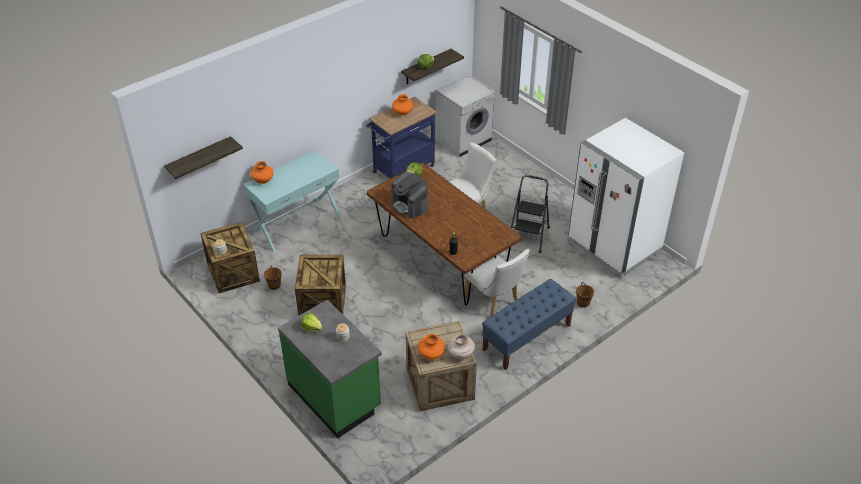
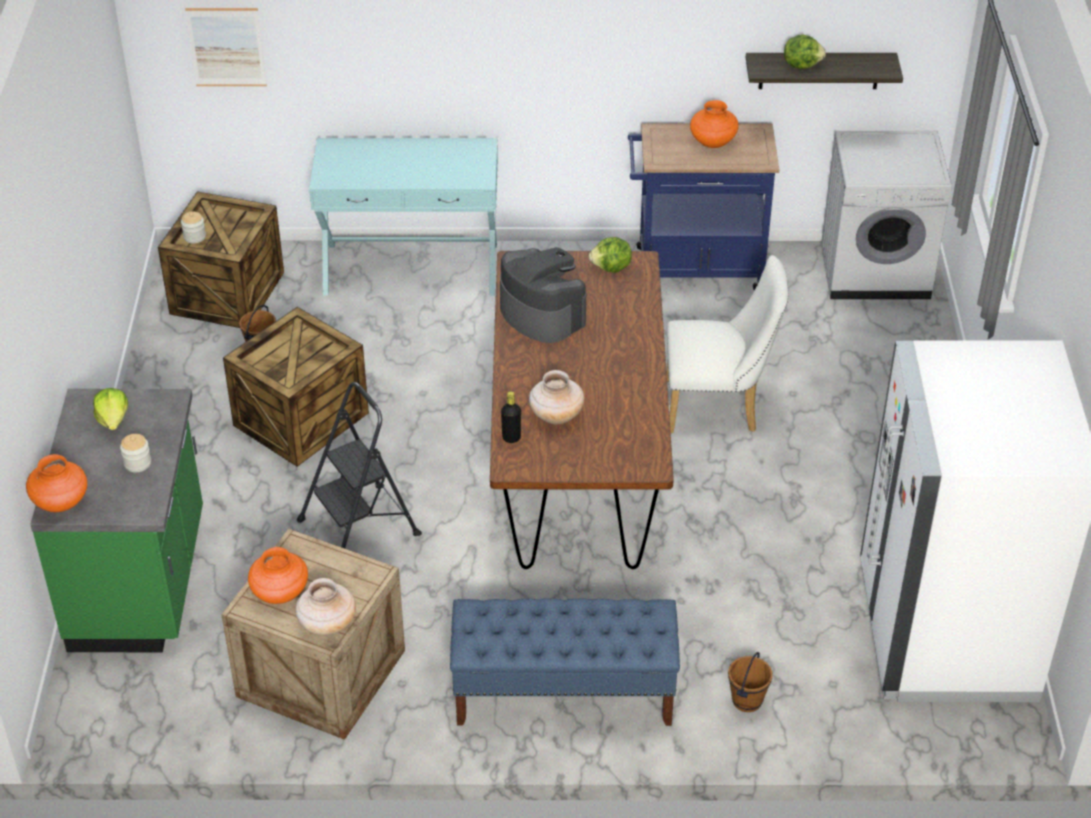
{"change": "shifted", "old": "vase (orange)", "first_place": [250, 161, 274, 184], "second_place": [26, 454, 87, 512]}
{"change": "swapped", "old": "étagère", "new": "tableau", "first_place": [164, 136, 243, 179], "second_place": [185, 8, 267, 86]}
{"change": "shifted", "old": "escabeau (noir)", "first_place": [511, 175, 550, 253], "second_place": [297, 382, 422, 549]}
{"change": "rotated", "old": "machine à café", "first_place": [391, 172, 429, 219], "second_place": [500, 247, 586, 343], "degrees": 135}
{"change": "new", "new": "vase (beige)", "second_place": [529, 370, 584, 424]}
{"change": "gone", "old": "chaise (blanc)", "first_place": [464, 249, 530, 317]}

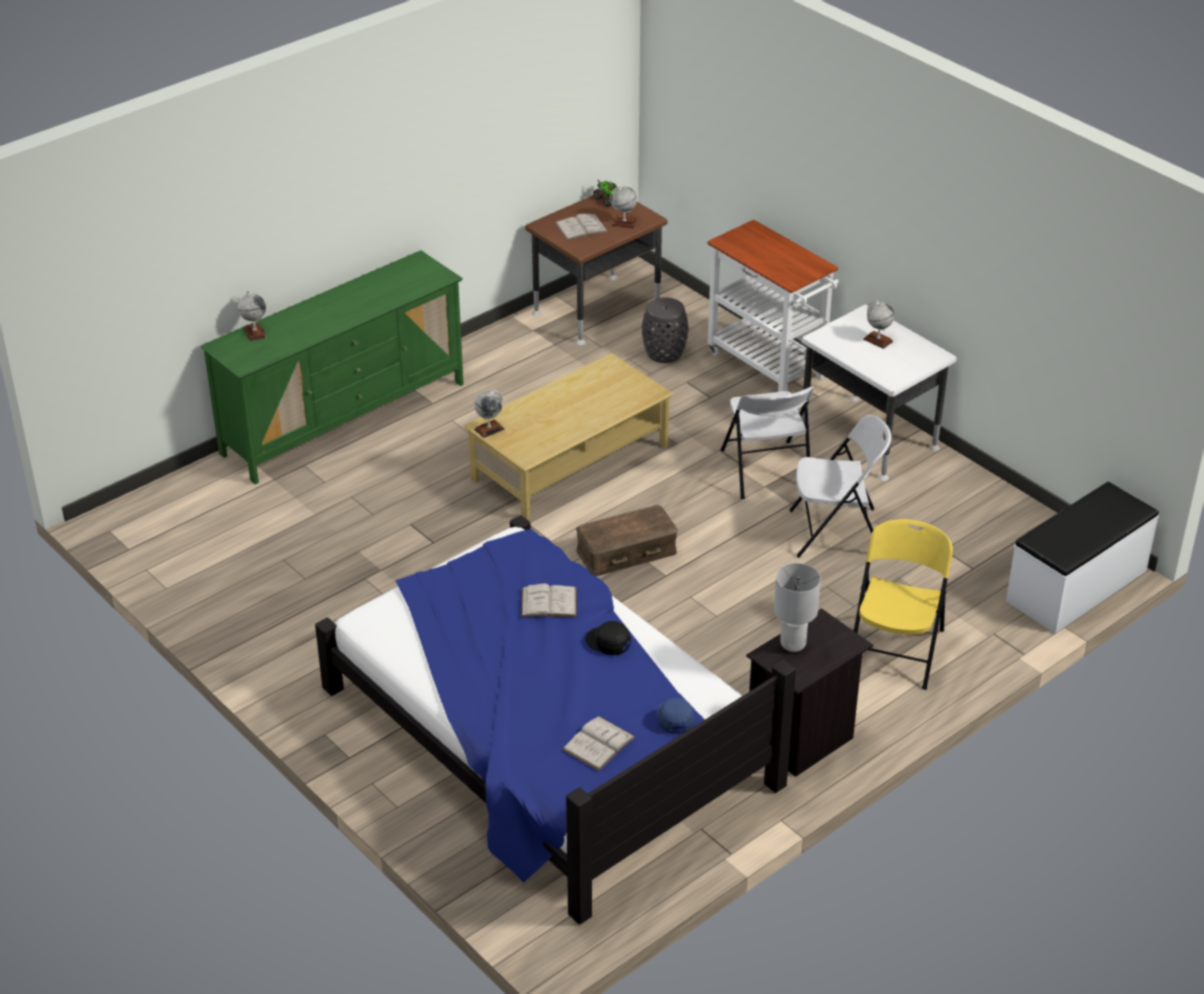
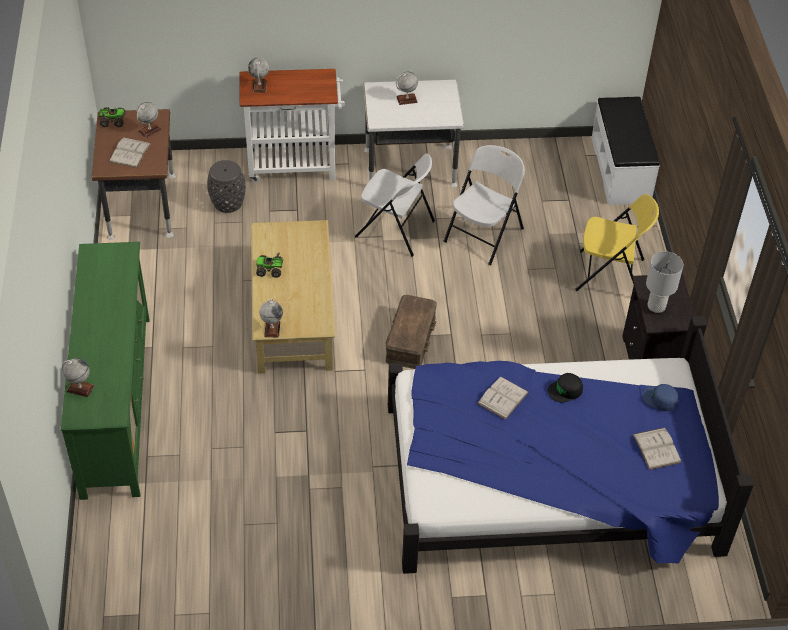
{"change": "new", "new": "globe", "second_place": [248, 57, 269, 93]}
{"change": "new", "new": "camion jouet", "second_place": [256, 253, 283, 278]}
{"change": "rotated", "old": "chaise (jaune)", "first_place": [854, 519, 953, 690], "second_place": [576, 194, 659, 291], "degrees": 135}

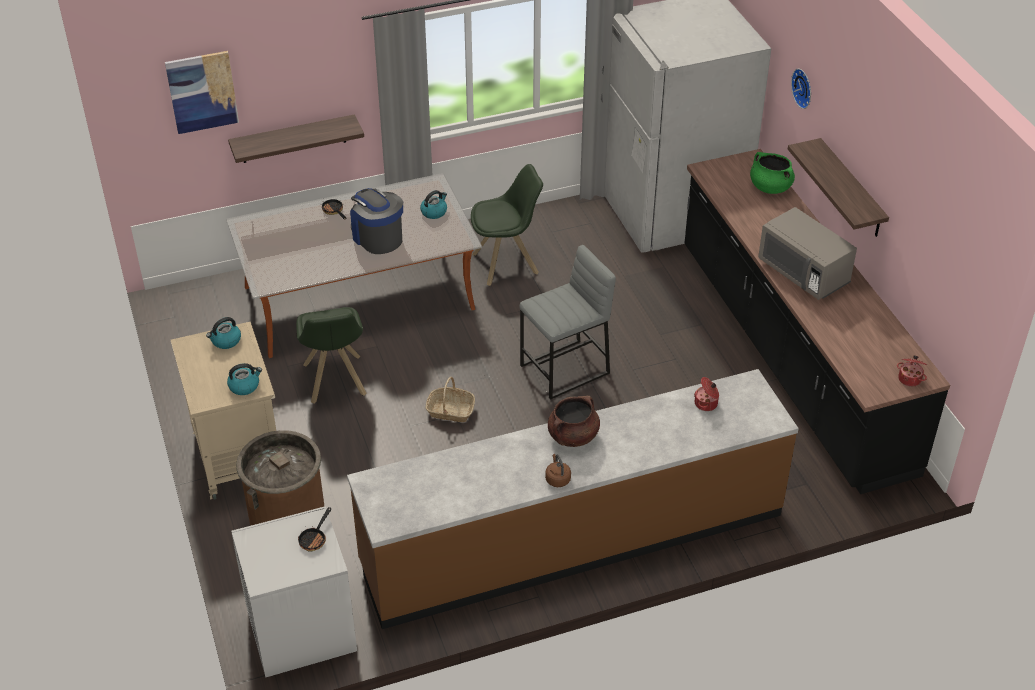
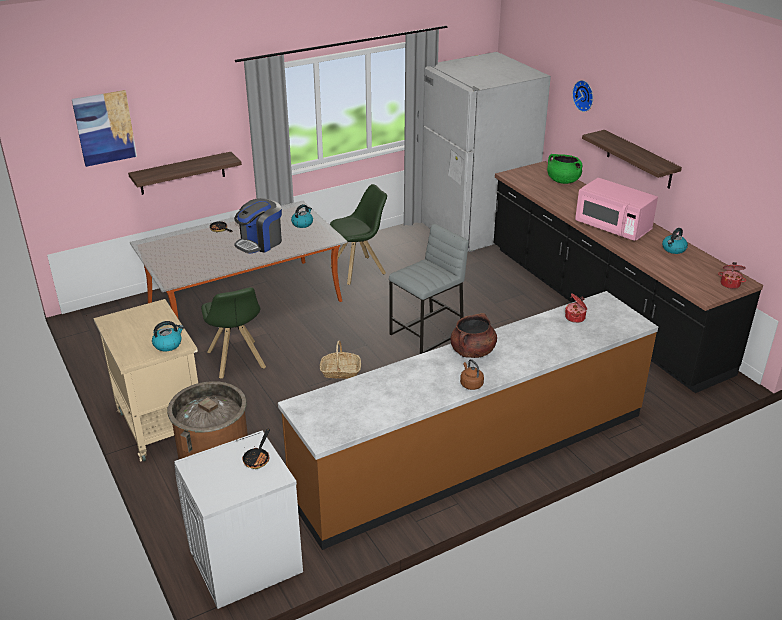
{"change": "rotated", "old": "machine à café", "first_place": [350, 188, 403, 254], "second_place": [234, 198, 282, 254], "degrees": -90}
{"change": "repainted", "old": "micro-ondes (gris)", "new": "micro-ondes (rose)", "first_place": [758, 207, 857, 300], "second_place": [575, 178, 658, 241]}
{"change": "shifted", "old": "bouilloire", "first_place": [206, 317, 241, 349], "second_place": [662, 228, 688, 254]}

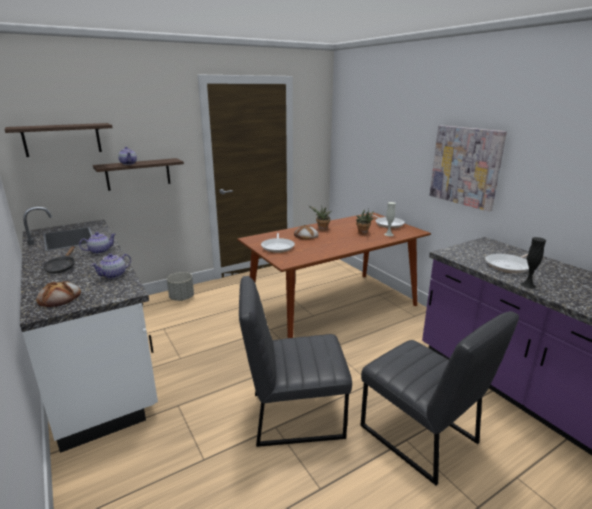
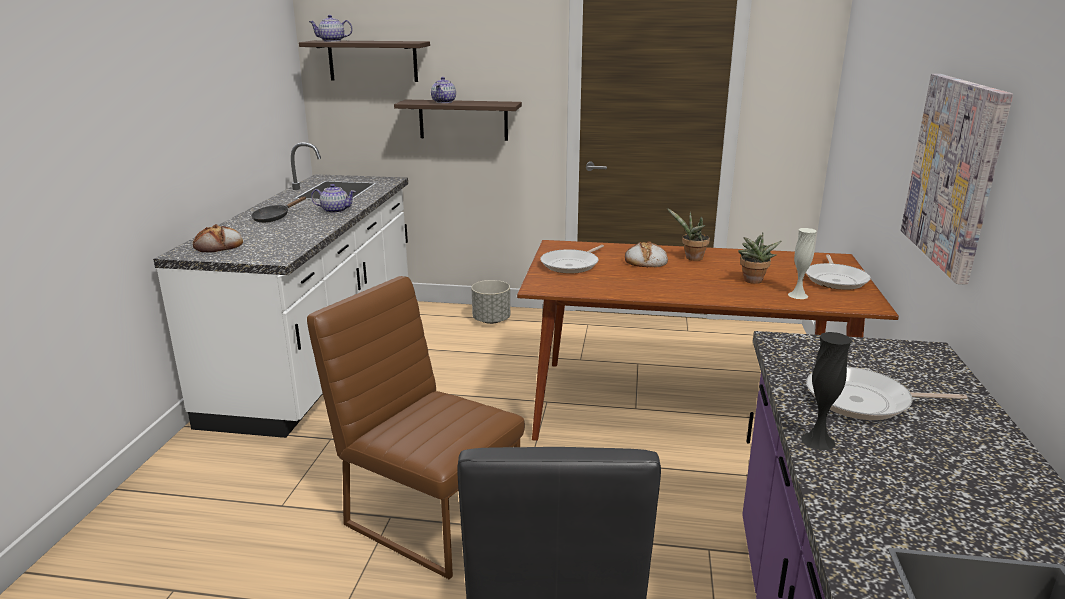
{"change": "repainted", "old": "chaise (gris)", "new": "chaise (marron)", "first_place": [239, 276, 352, 447], "second_place": [307, 276, 525, 580]}
{"change": "shifted", "old": "théière", "first_place": [91, 253, 131, 279], "second_place": [309, 15, 353, 42]}

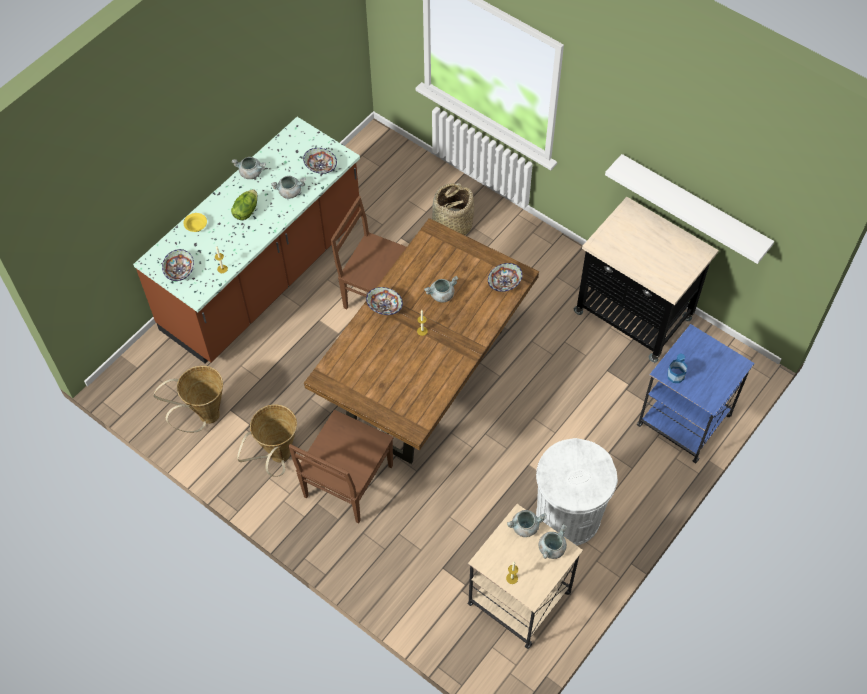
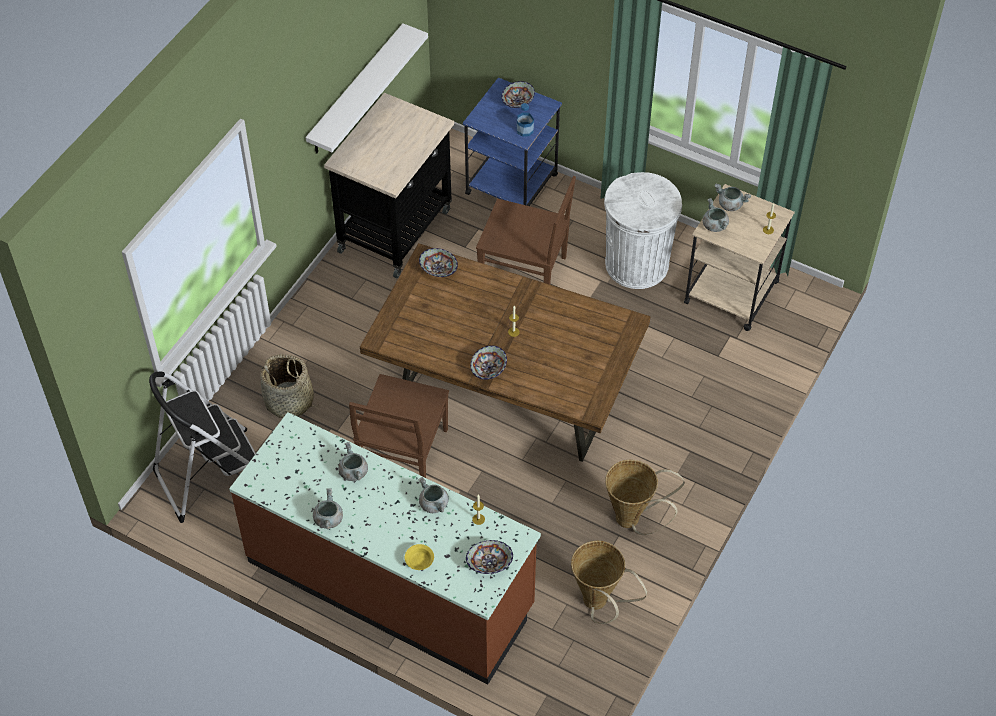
{"change": "new", "new": "escabeau", "second_place": [149, 372, 256, 523]}
{"change": "shifted", "old": "marmite (gris)", "first_place": [424, 276, 458, 303], "second_place": [418, 477, 449, 513]}
{"change": "shifted", "old": "chaise (marron)", "first_place": [289, 410, 394, 524], "second_place": [476, 176, 576, 285]}
{"change": "shifted", "old": "bol", "first_place": [303, 148, 337, 174], "second_place": [502, 81, 535, 108]}
{"change": "gone", "old": "laitue", "first_place": [231, 189, 257, 220]}

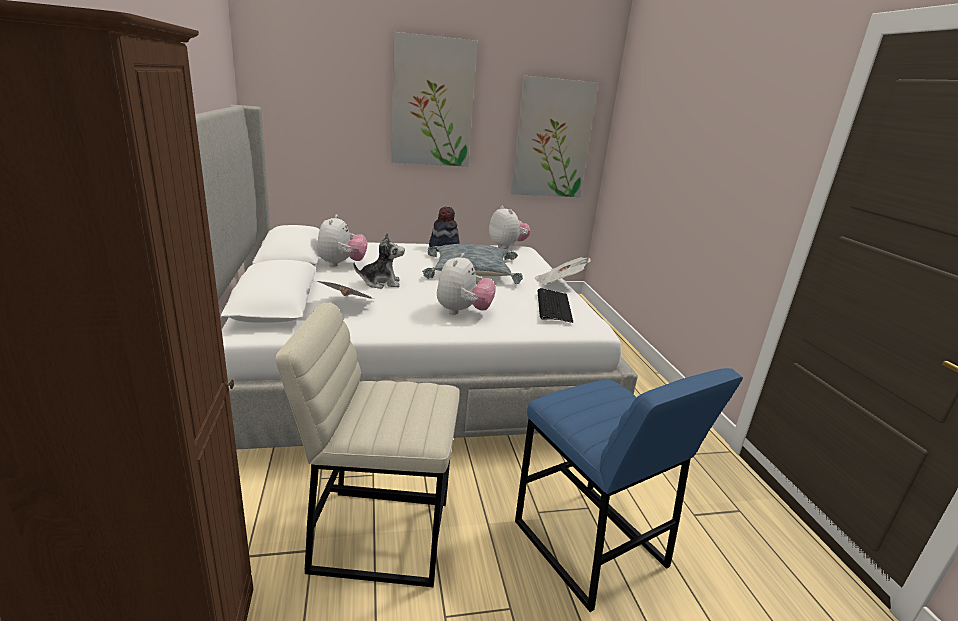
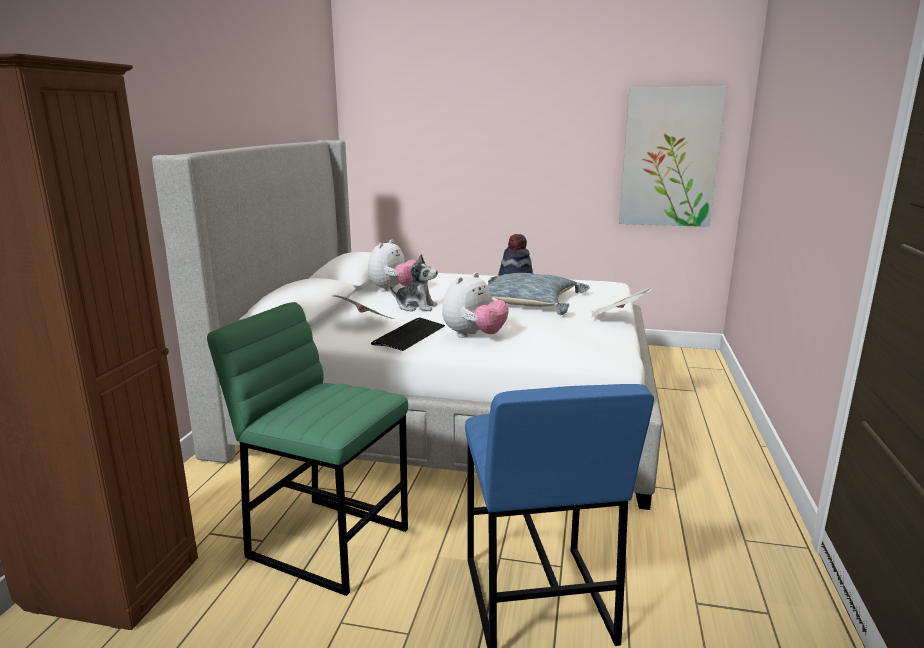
{"change": "repainted", "old": "chaise (beige)", "new": "chaise (vert)", "first_place": [276, 302, 460, 587], "second_place": [207, 302, 408, 596]}
{"change": "shifted", "old": "clavier", "first_place": [538, 288, 573, 323], "second_place": [371, 317, 445, 351]}
{"change": "gone", "old": "tableau", "first_place": [392, 32, 477, 167]}
{"change": "gone", "old": "peluche", "first_place": [489, 206, 530, 249]}

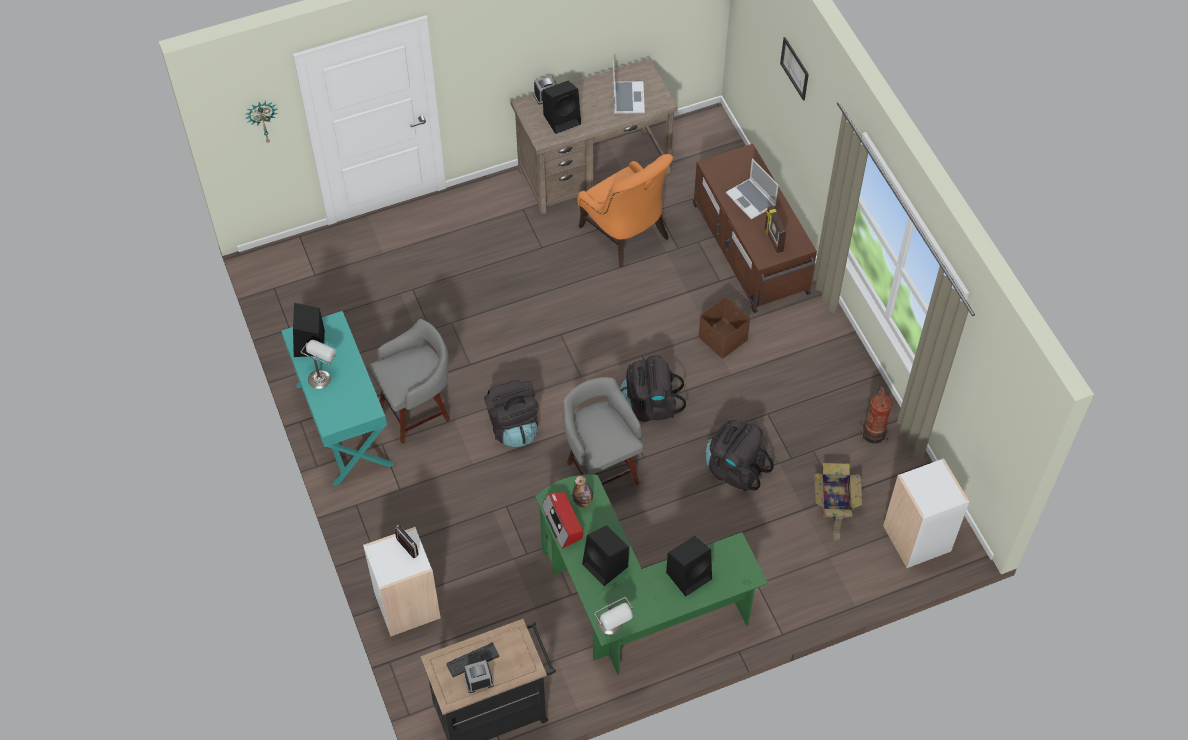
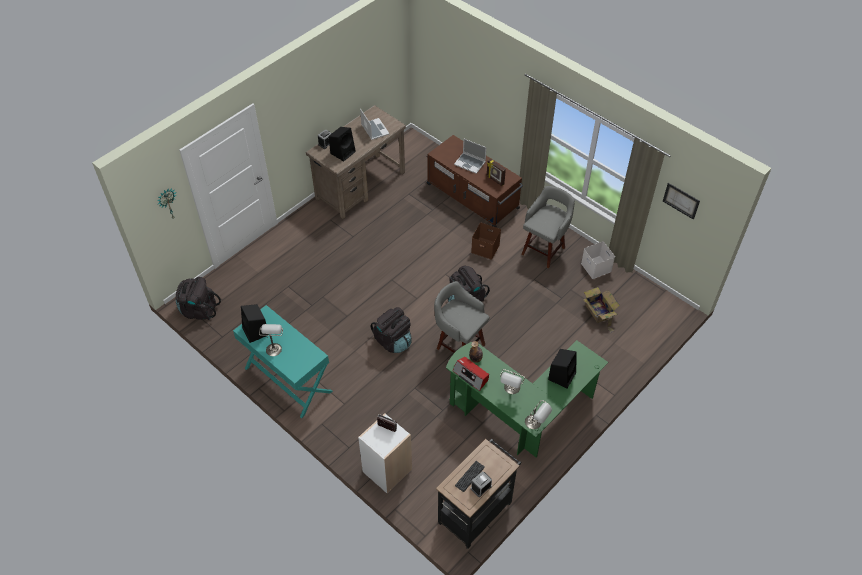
{"change": "shifted", "old": "sac à dos (noir)", "first_place": [705, 420, 774, 492], "second_place": [176, 277, 221, 320]}
{"change": "swapped", "old": "enceinte (noir)", "new": "lampe de table (blanc)", "first_place": [582, 525, 629, 586], "second_place": [500, 369, 525, 394]}
{"change": "shifted", "old": "tabouret (gris)", "first_place": [369, 319, 450, 444], "second_place": [521, 186, 575, 269]}
{"change": "swapped", "old": "extincteur", "new": "boîte de rangement (blanc)", "first_place": [860, 384, 893, 444], "second_place": [581, 241, 615, 279]}
{"change": "shifted", "old": "tableau", "first_place": [780, 37, 809, 101], "second_place": [663, 183, 700, 220]}
{"change": "gone", "old": "chaise (orange)", "first_place": [577, 154, 673, 267]}
{"change": "gone", "old": "bibliothèque", "first_place": [883, 458, 969, 568]}

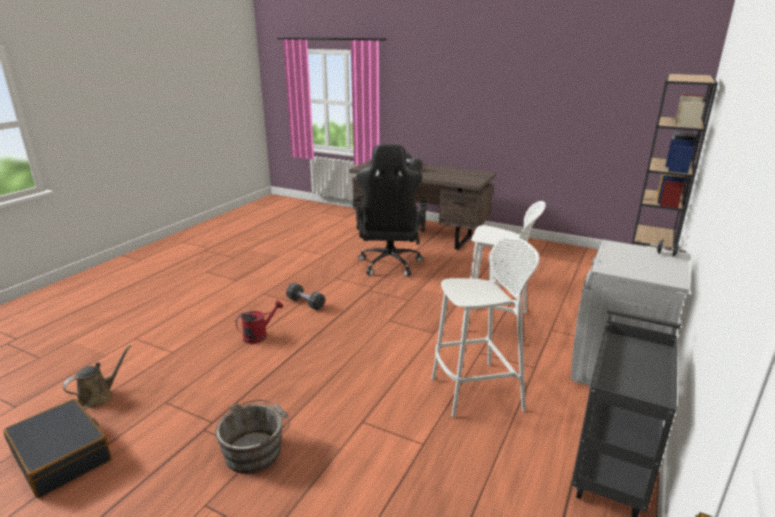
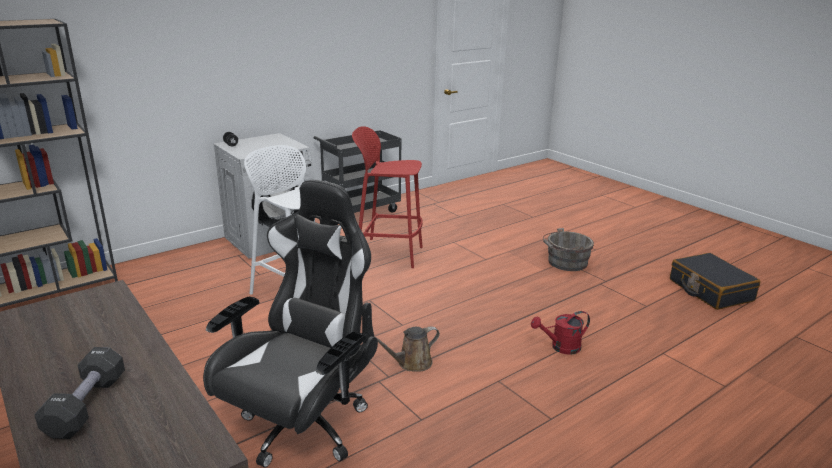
{"change": "repainted", "old": "tabouret (blanc)", "new": "tabouret (rouge)", "first_place": [431, 237, 540, 417], "second_place": [352, 126, 423, 268]}
{"change": "shifted", "old": "arrosoir (marron)", "first_place": [63, 345, 131, 408], "second_place": [377, 326, 440, 371]}
{"change": "gone", "old": "haltère (noir)", "first_place": [286, 283, 325, 310]}

